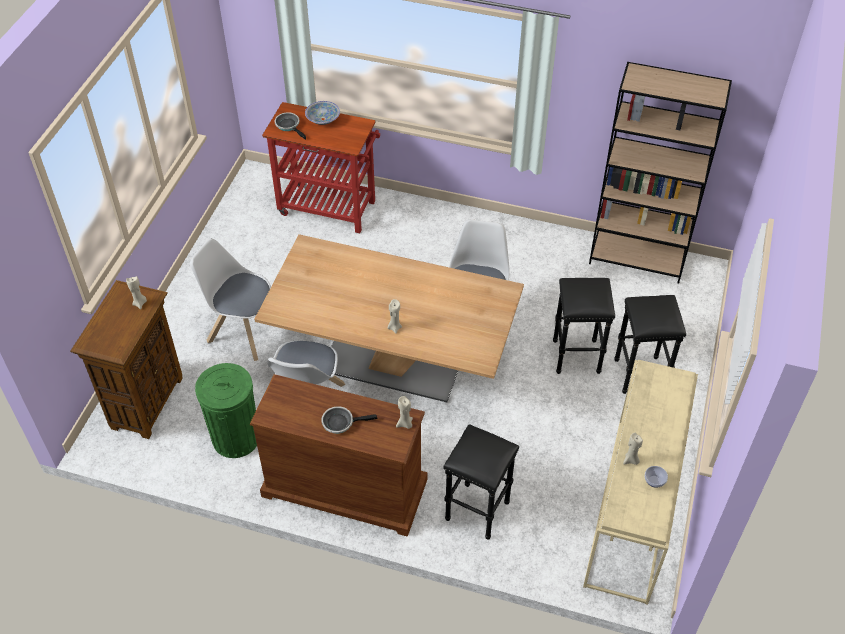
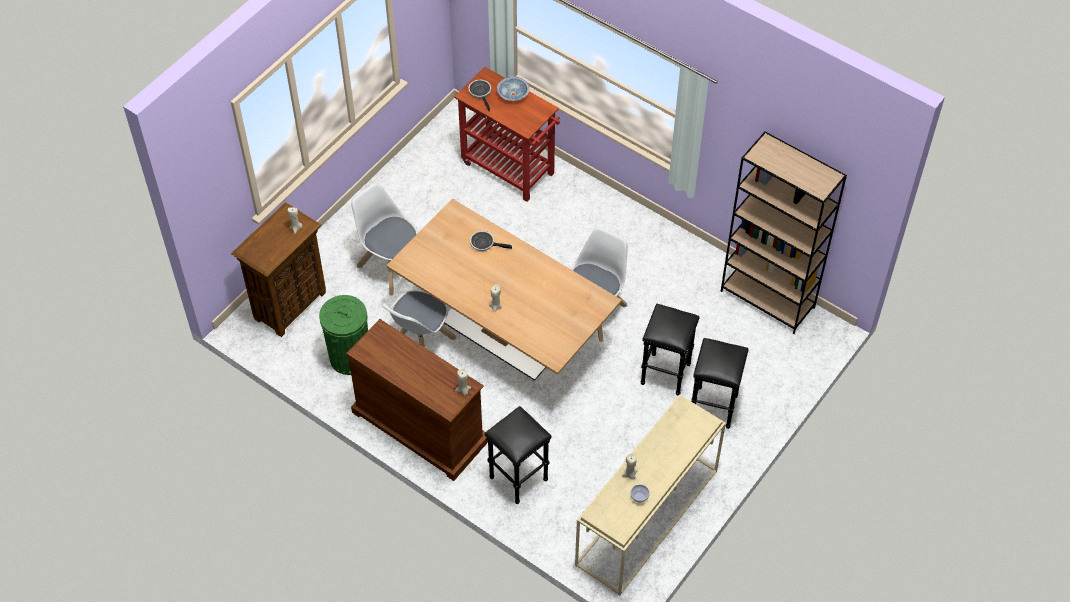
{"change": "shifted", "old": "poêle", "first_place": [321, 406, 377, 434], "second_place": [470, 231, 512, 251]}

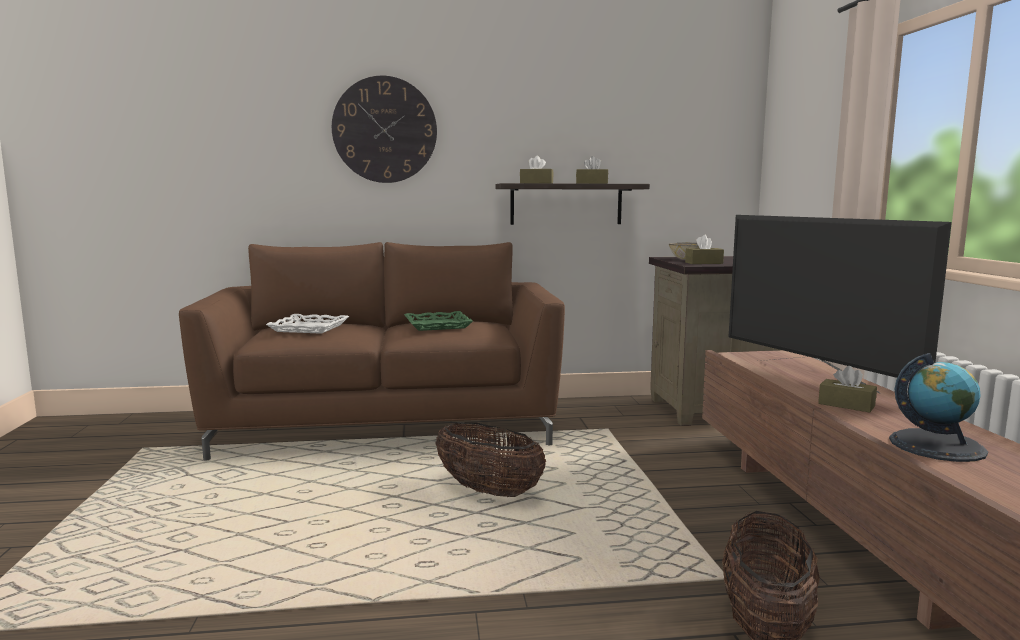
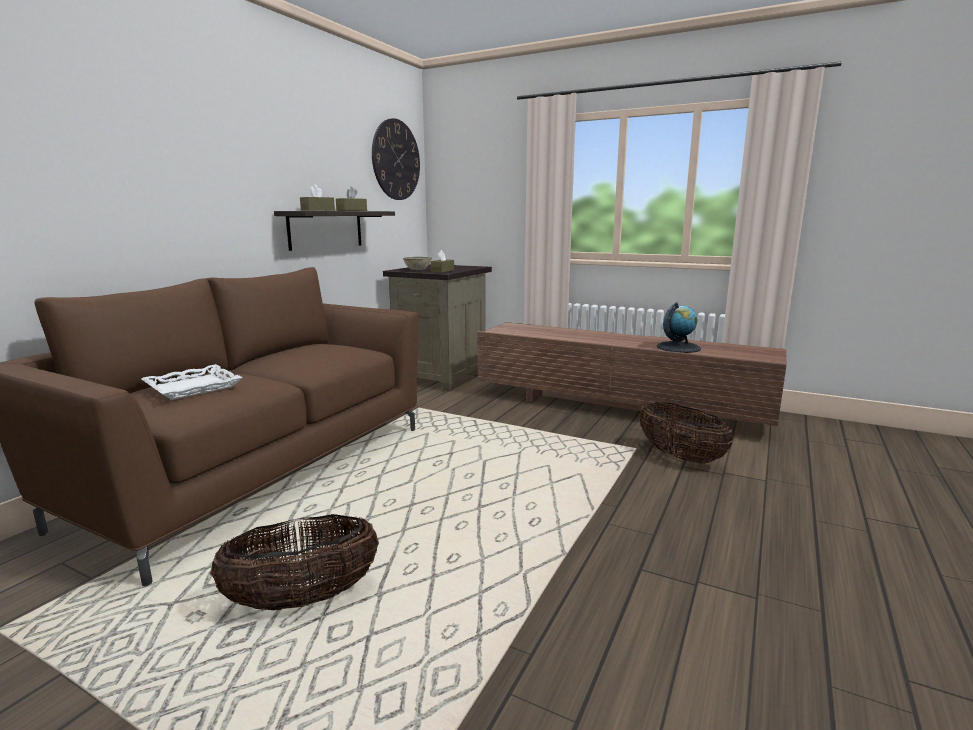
{"change": "shifted", "old": "panier", "first_place": [435, 422, 546, 497], "second_place": [210, 514, 379, 610]}
{"change": "shifted", "old": "horloge murale", "first_place": [332, 76, 437, 183], "second_place": [372, 118, 420, 200]}
{"change": "gone", "old": "plateau (vert)", "first_place": [404, 311, 473, 331]}
{"change": "gone", "old": "téléviseur", "first_place": [729, 215, 952, 394]}
{"change": "gone", "old": "boîte à mouchoirs (marron)", "first_place": [818, 366, 877, 413]}

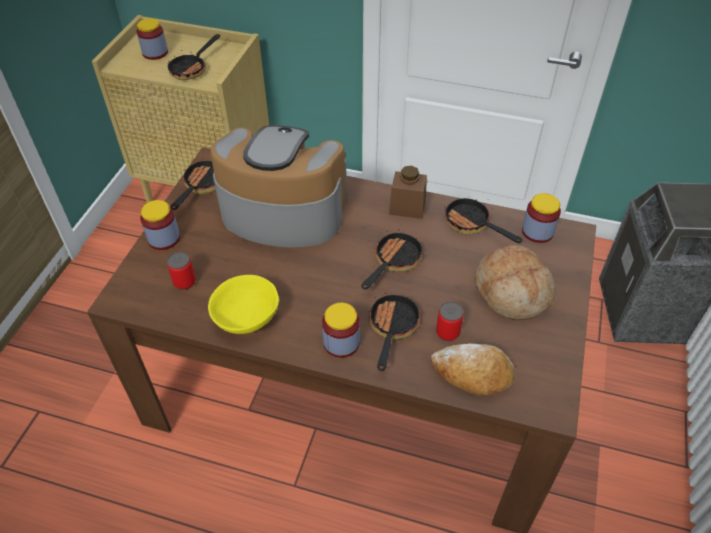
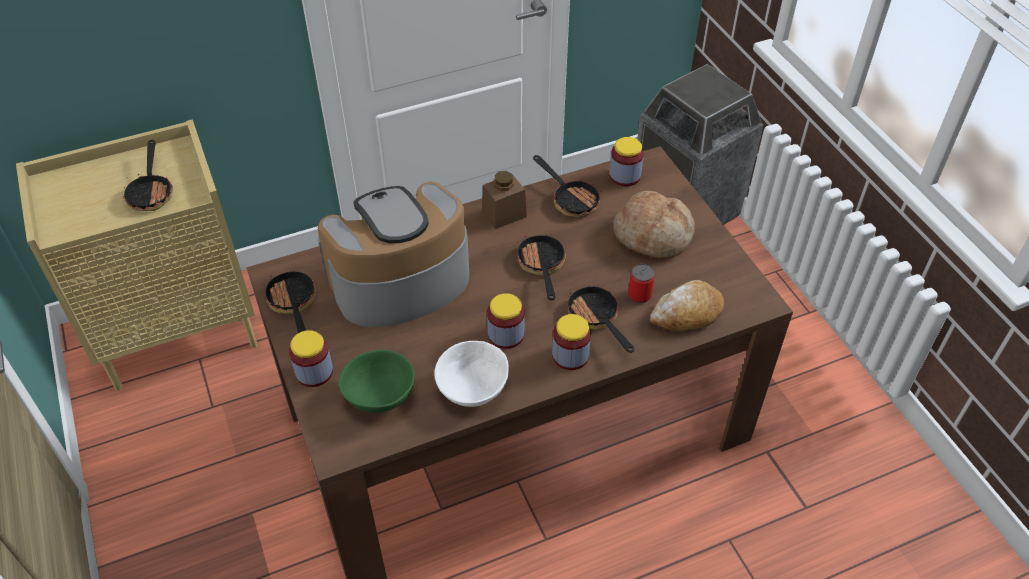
{"change": "swapped", "old": "boîte métallique", "new": "bol (vert)", "first_place": [167, 252, 196, 290], "second_place": [339, 349, 415, 413]}
{"change": "repainted", "old": "bol (jaune)", "new": "bol (blanc)", "first_place": [208, 275, 279, 334], "second_place": [434, 341, 509, 407]}
{"change": "shifted", "old": "bocal", "first_place": [137, 18, 168, 60], "second_place": [487, 293, 525, 349]}
{"change": "rotated", "old": "poêle", "first_place": [445, 198, 522, 243], "second_place": [533, 155, 601, 217], "degrees": -135}

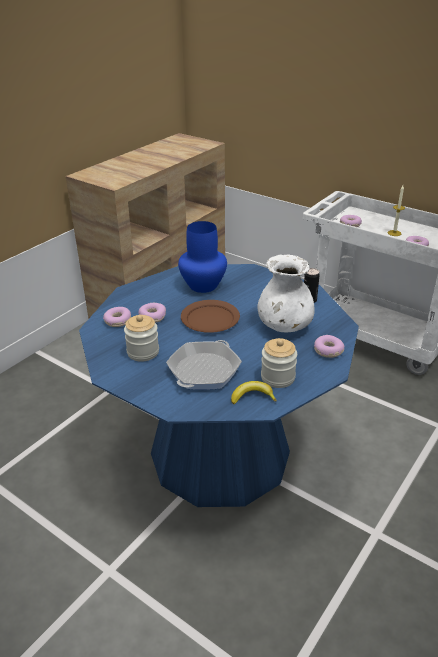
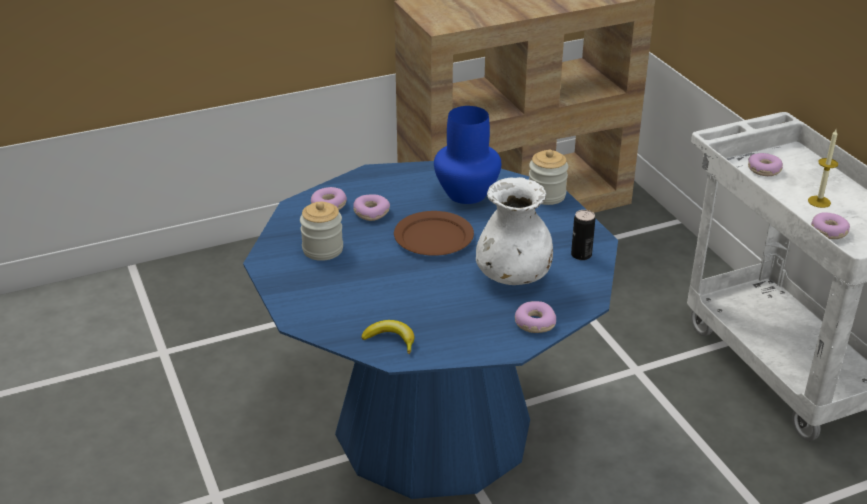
{"change": "shifted", "old": "bocal", "first_place": [261, 338, 297, 388], "second_place": [529, 149, 568, 205]}
{"change": "gone", "old": "poêle", "first_place": [166, 340, 242, 390]}

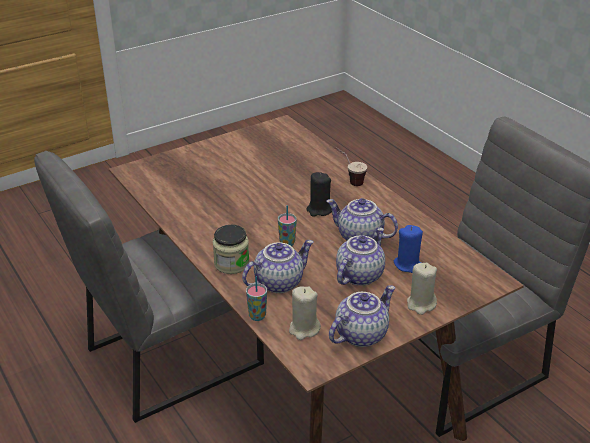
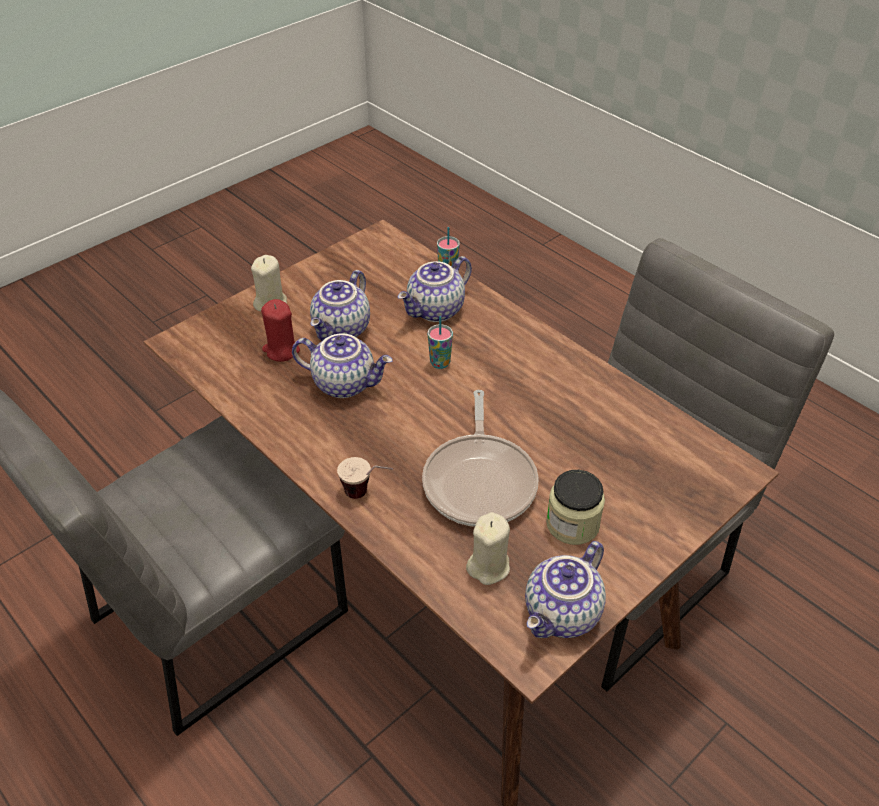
{"change": "repainted", "old": "bougie (bleu)", "new": "bougie (rouge)", "first_place": [394, 225, 423, 273], "second_place": [261, 299, 300, 362]}
{"change": "new", "new": "poêle", "second_place": [422, 390, 539, 527]}
{"change": "shifted", "old": "bougie (beige)", "first_place": [289, 286, 321, 340], "second_place": [466, 512, 510, 585]}
{"change": "shifted", "old": "théière", "first_place": [329, 285, 395, 347], "second_place": [525, 541, 606, 638]}
{"change": "shifted", "old": "bocal", "first_place": [213, 225, 249, 274], "second_place": [546, 470, 605, 545]}
{"change": "gone", "old": "bougie (noir)", "first_place": [307, 172, 332, 217]}

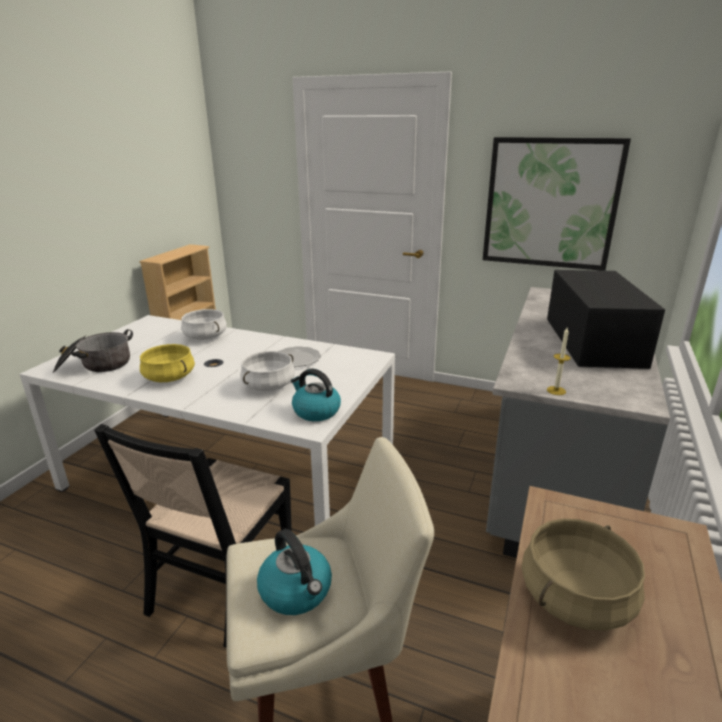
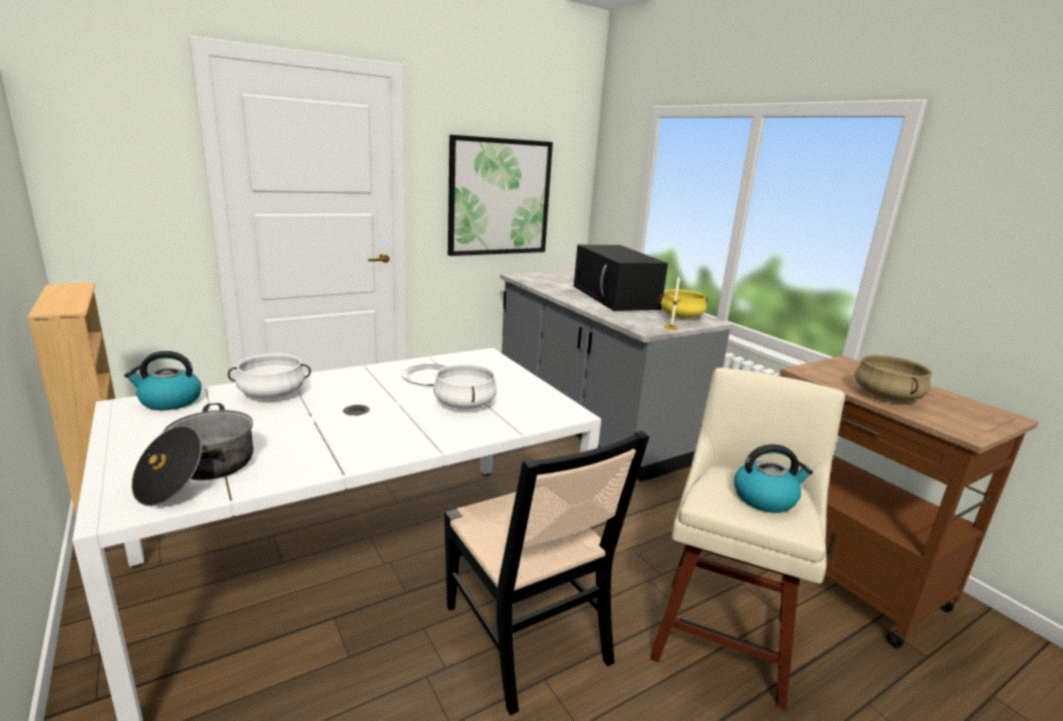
{"change": "shifted", "old": "bouilloire", "first_place": [291, 369, 341, 421], "second_place": [124, 351, 202, 410]}
{"change": "rotated", "old": "micro-ondes (noir)", "first_place": [547, 270, 665, 369], "second_place": [574, 245, 668, 311], "degrees": -150}
{"change": "shifted", "old": "marmite (jaune)", "first_place": [140, 344, 195, 382], "second_place": [658, 289, 708, 318]}

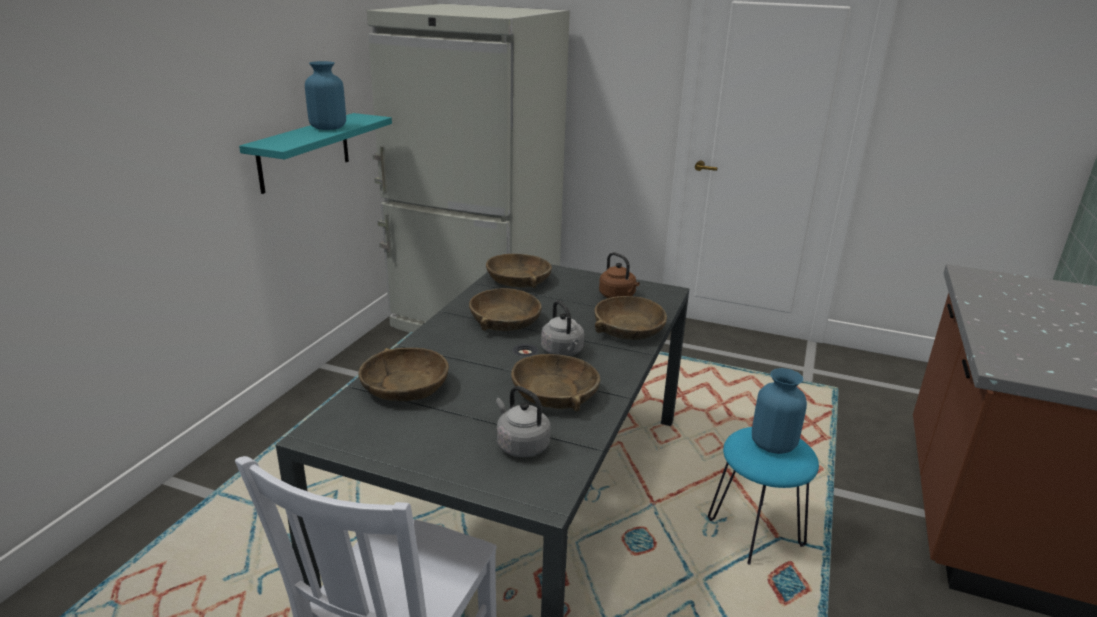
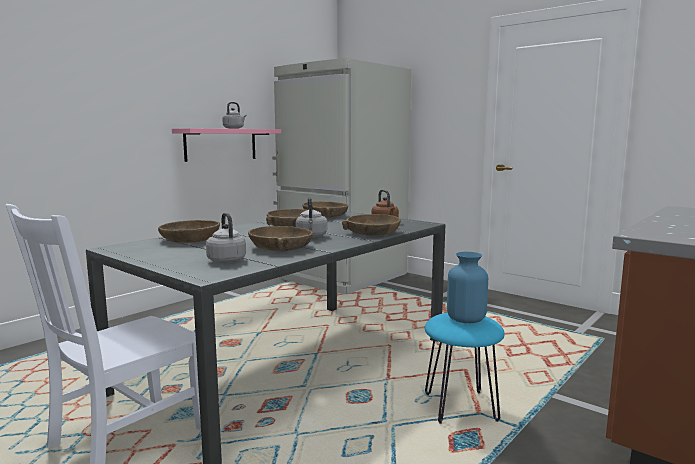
{"change": "repainted", "old": "étagère (turquoise)", "new": "étagère (rose)", "first_place": [239, 113, 392, 194], "second_place": [172, 128, 281, 162]}
{"change": "swapped", "old": "vase (bleu)", "new": "bouilloire (gris)", "first_place": [305, 61, 346, 130], "second_place": [222, 102, 246, 129]}

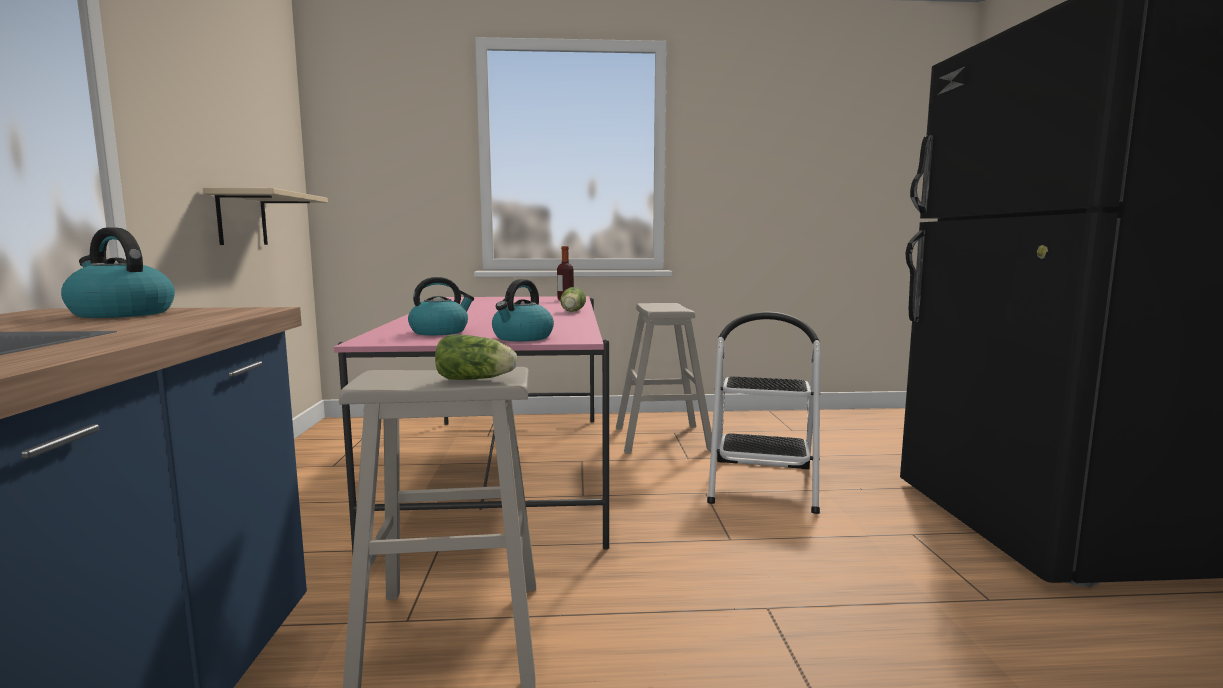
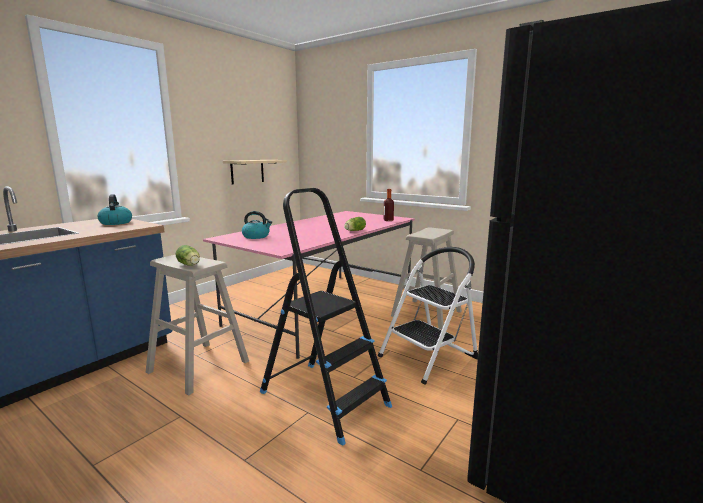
{"change": "new", "new": "escabeau (noir)", "second_place": [260, 188, 392, 445]}
{"change": "gone", "old": "bouilloire", "first_place": [492, 279, 554, 341]}

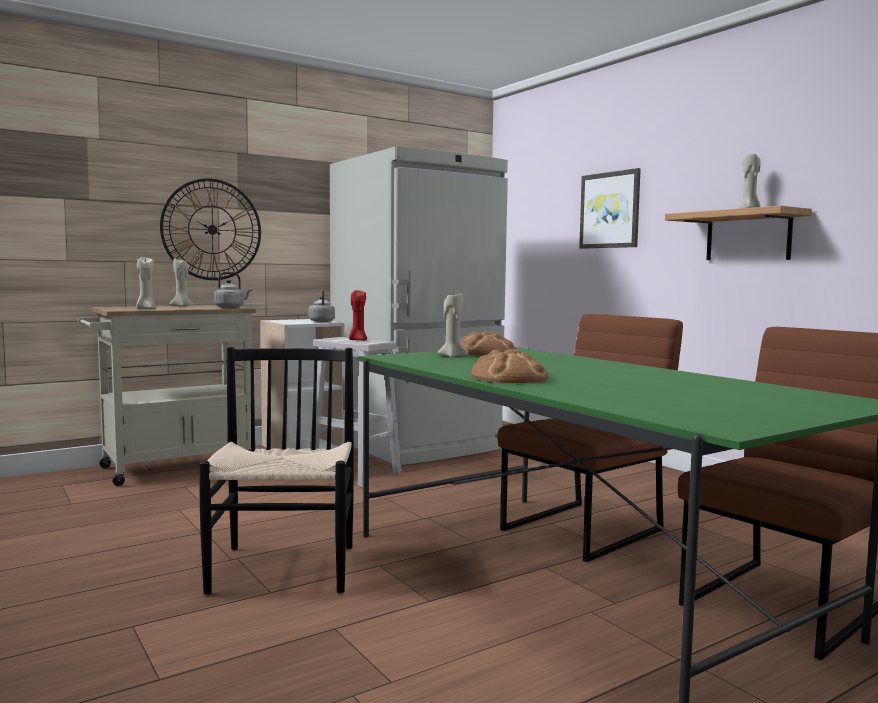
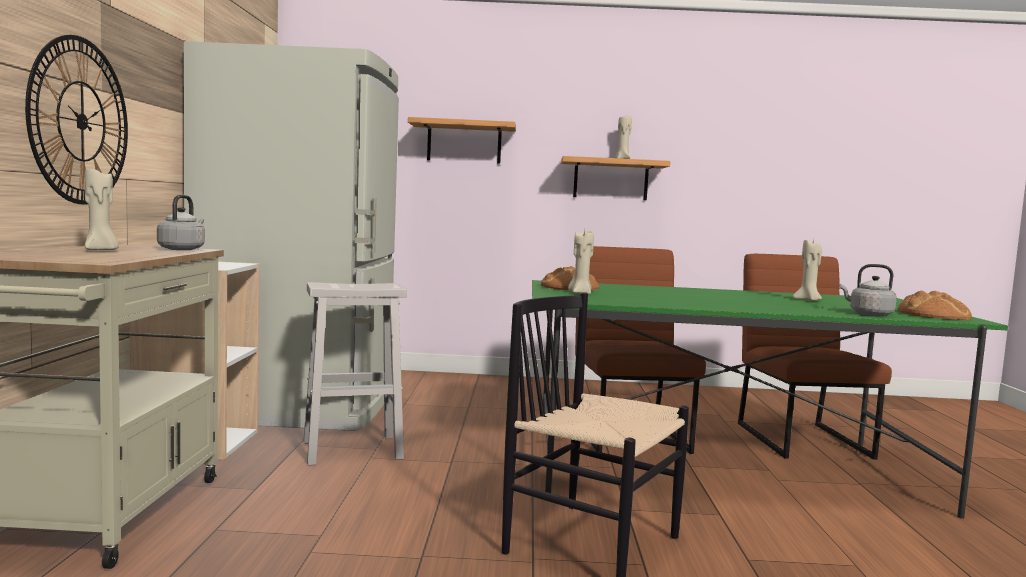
{"change": "swapped", "old": "tableau", "new": "étagère", "first_place": [579, 168, 641, 249], "second_place": [408, 117, 516, 164]}
{"change": "shifted", "old": "bougie (beige)", "first_place": [136, 257, 157, 309], "second_place": [793, 239, 822, 301]}
{"change": "shifted", "old": "bouilloire (gris)", "first_place": [309, 289, 335, 322], "second_place": [840, 264, 897, 316]}
{"change": "shifted", "old": "pain", "first_place": [471, 349, 549, 383], "second_place": [898, 290, 972, 320]}
{"change": "gone", "old": "bougie (rouge)", "first_place": [349, 289, 367, 340]}

